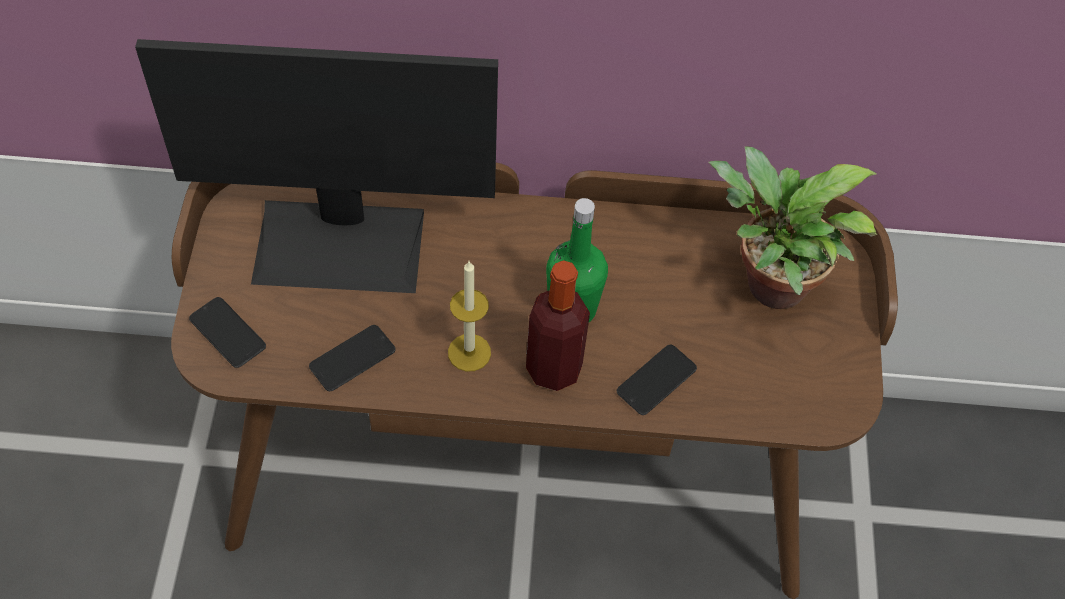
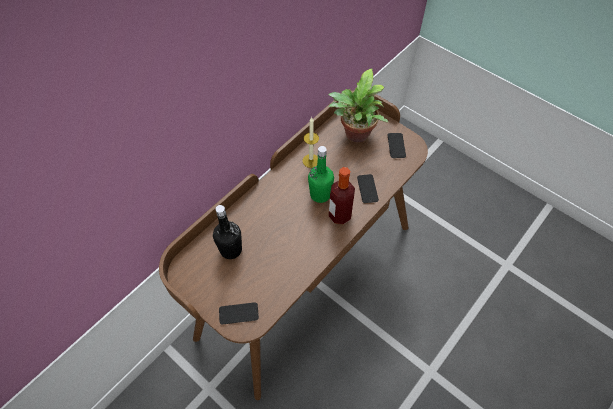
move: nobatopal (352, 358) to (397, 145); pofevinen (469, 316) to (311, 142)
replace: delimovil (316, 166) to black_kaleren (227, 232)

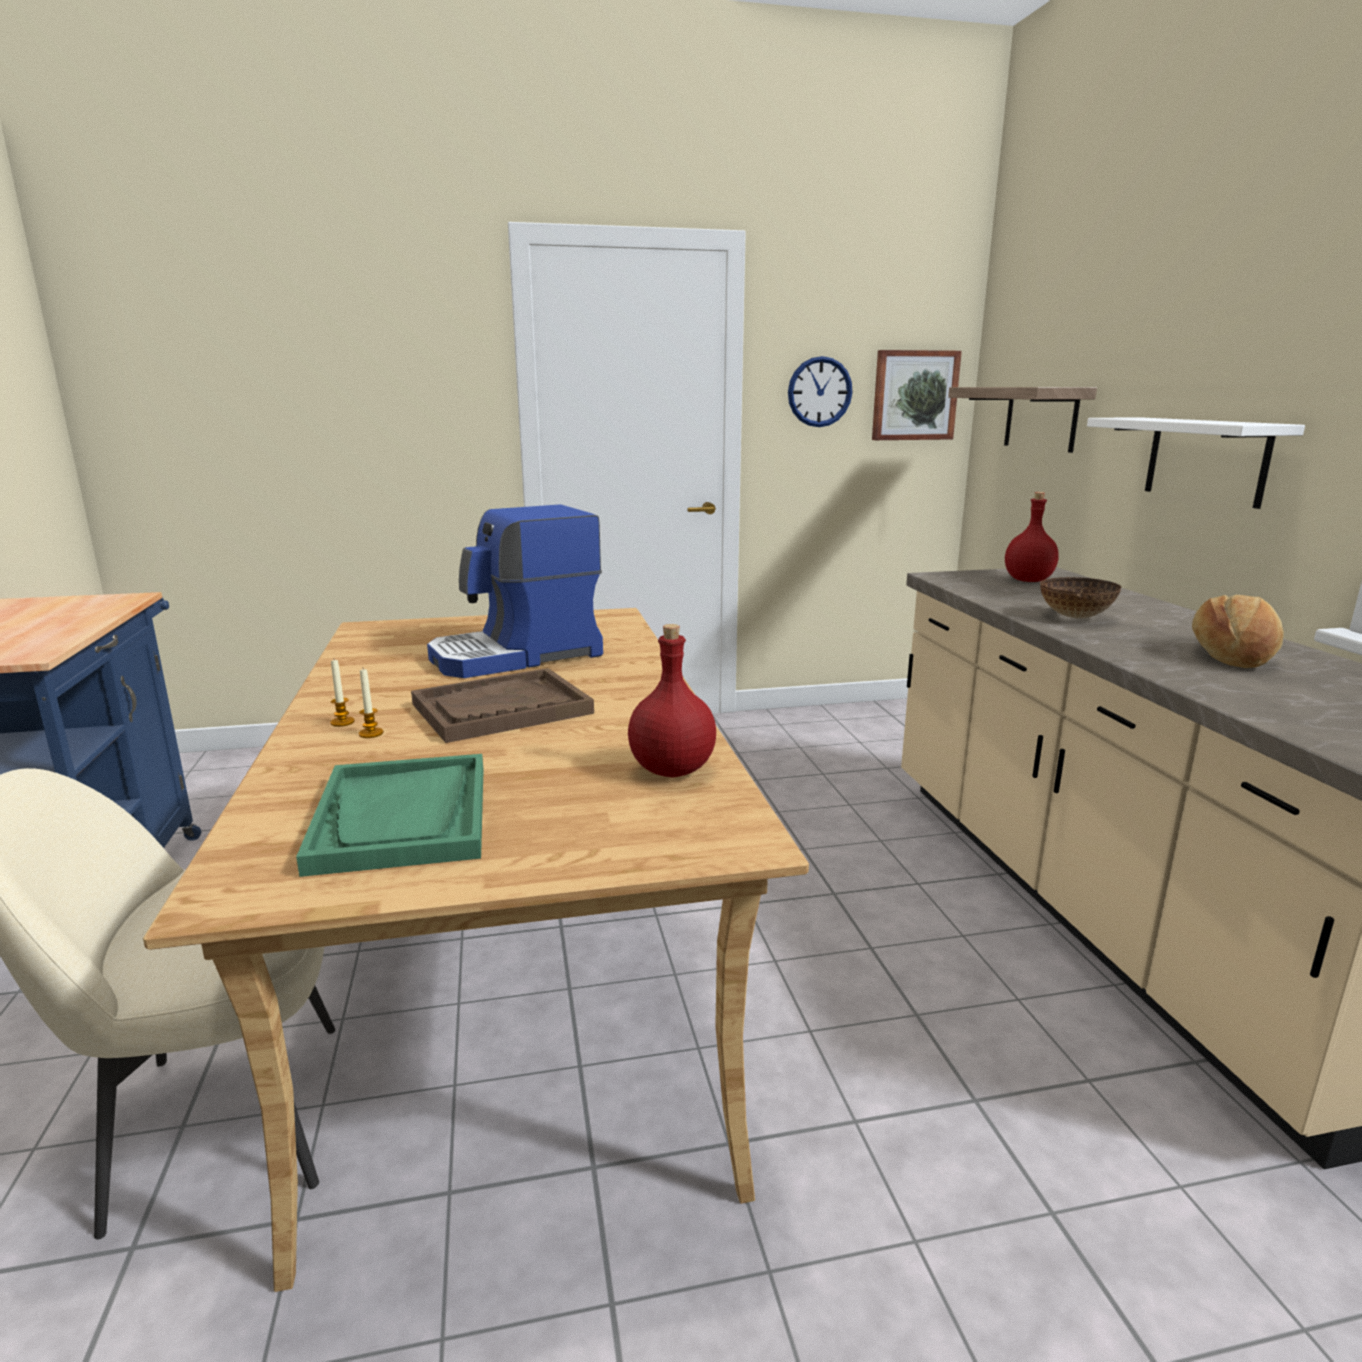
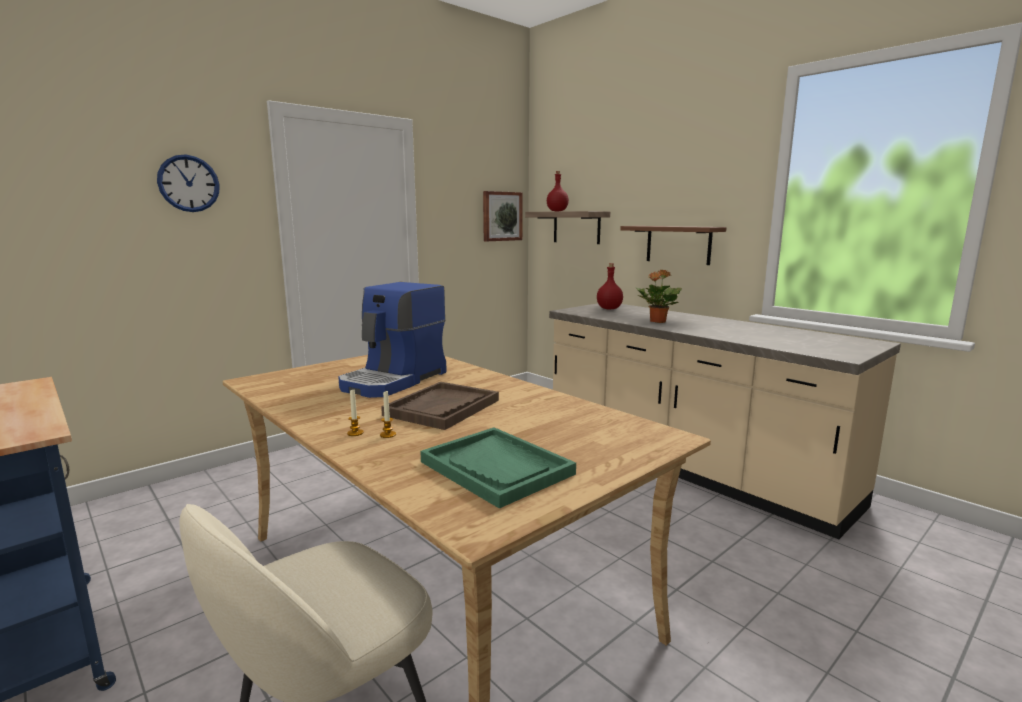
delete: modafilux (1238, 631)
move: red_kaleren (672, 700) to (558, 191); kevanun (820, 391) to (188, 183)
replace: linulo (1080, 597) to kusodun (659, 296)
recolor: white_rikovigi (1196, 463) to brown_rikovigi (673, 245)

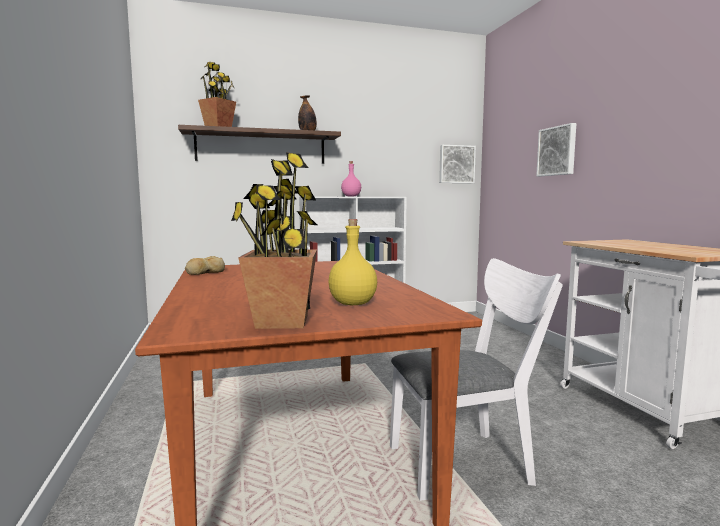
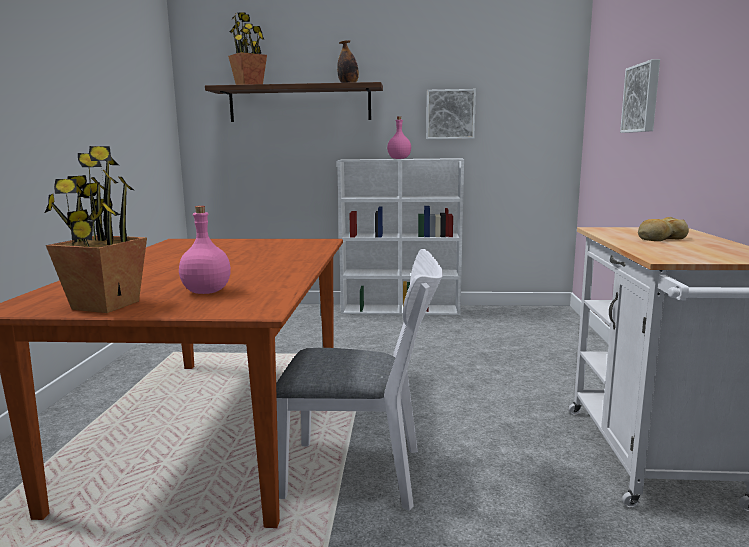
move: modafilux (205, 265) to (663, 229); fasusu (457, 164) to (451, 114)
recolor: yellow_kaleren (353, 262) to pink_kaleren (205, 250)

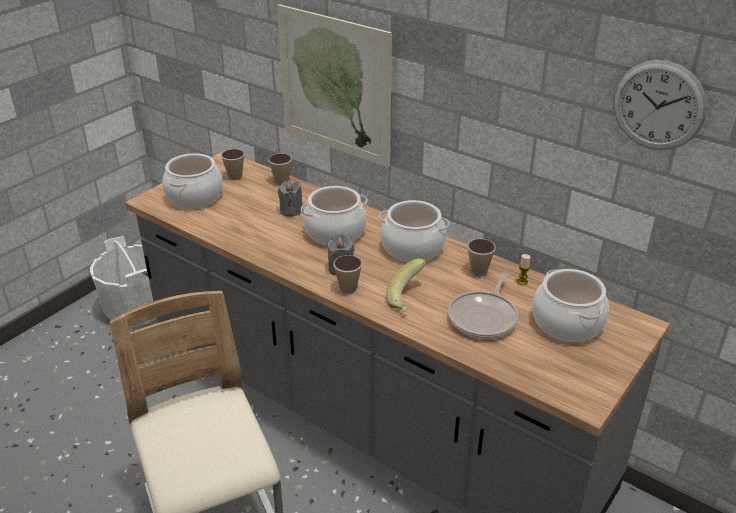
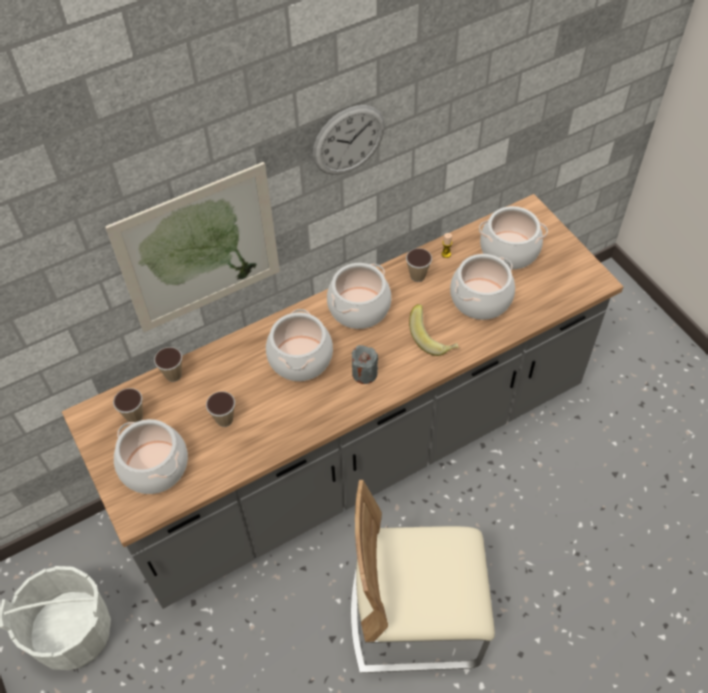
delete: grey_pofevinen (290, 199)
move: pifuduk (347, 274) to (220, 409); kevanun (660, 105) to (349, 140)
replace: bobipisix (483, 306) to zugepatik (482, 287)

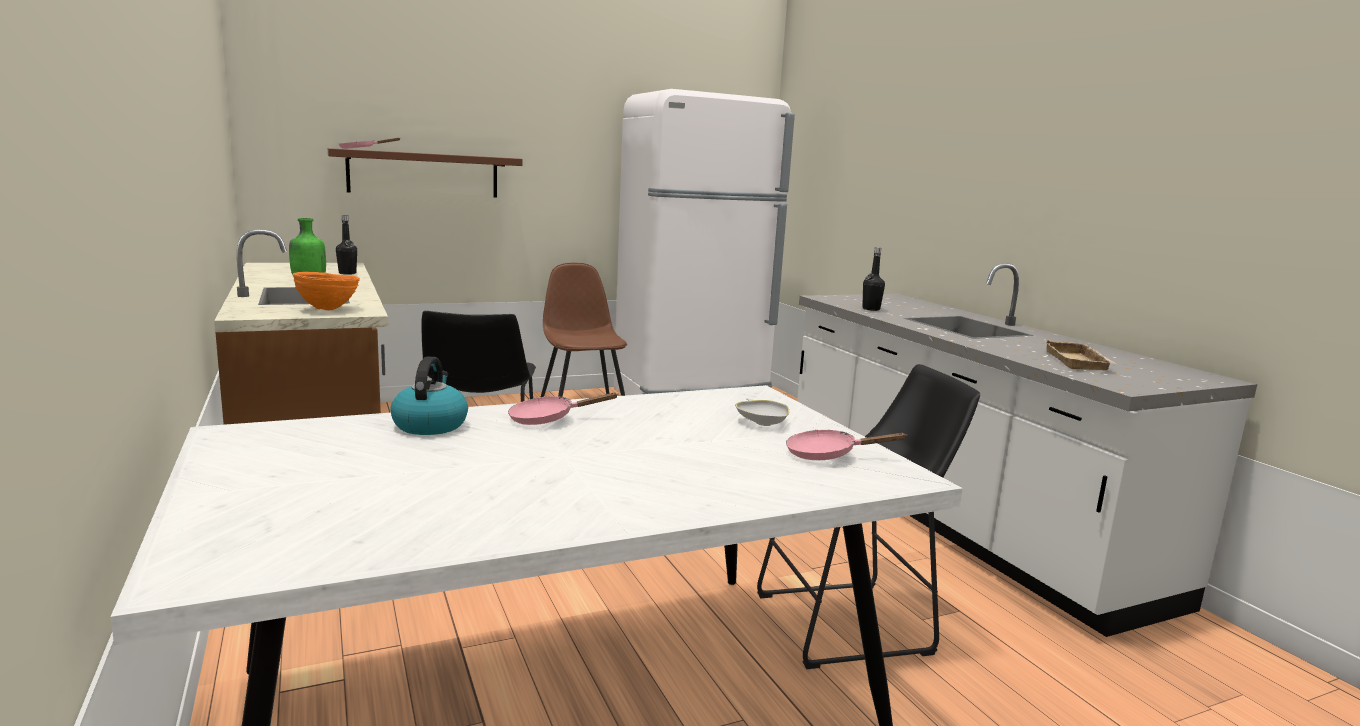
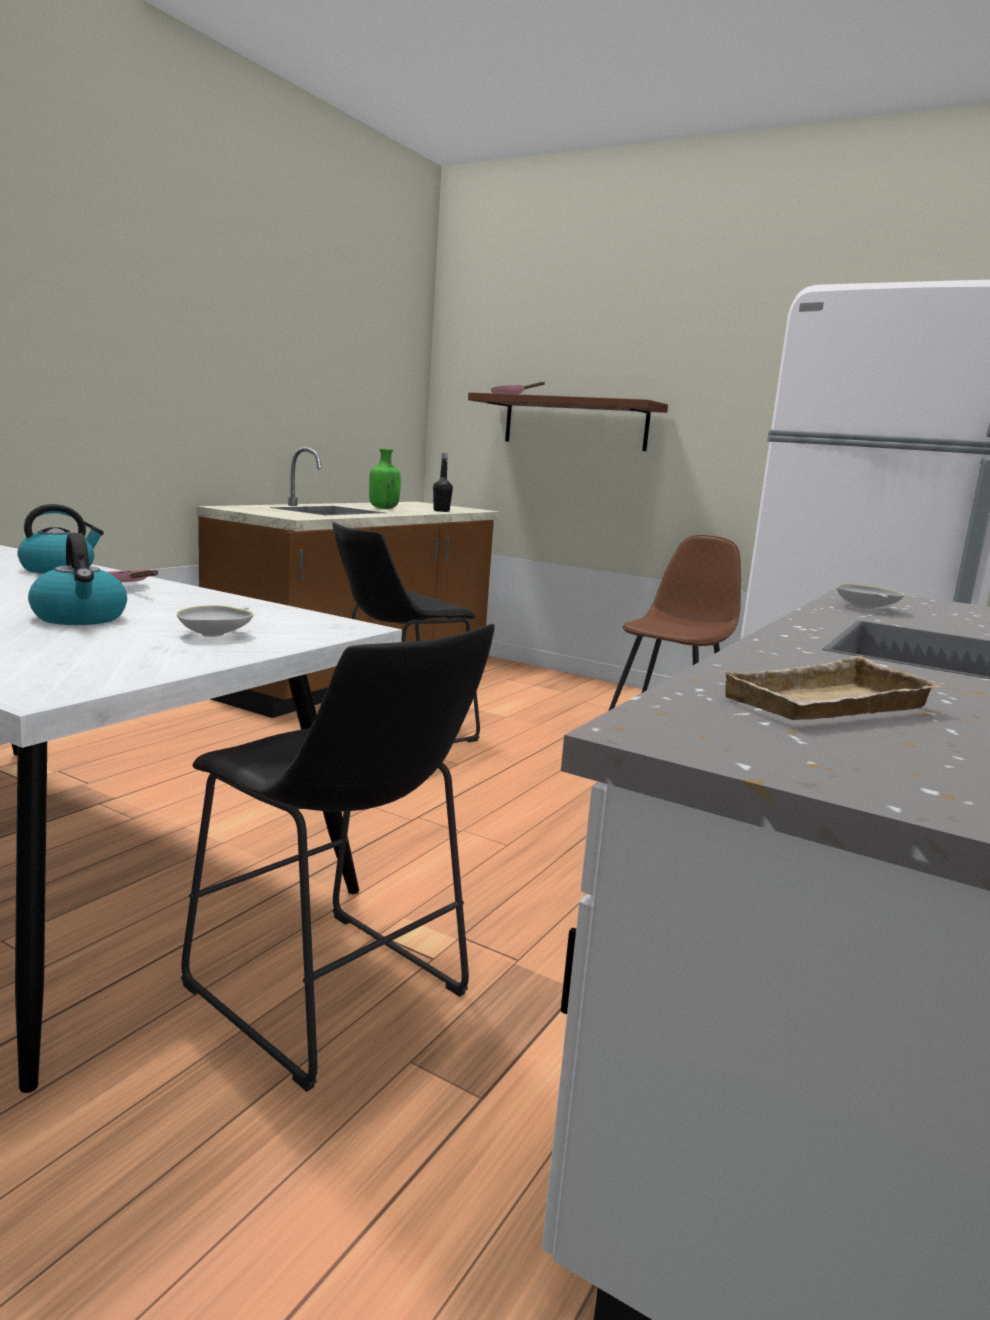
delete: orange_linulo (326, 291); pink_bobipisix (847, 445)
insert: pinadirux (77, 579)
replace: black_kaleren (873, 279) to white_linulo (870, 596)

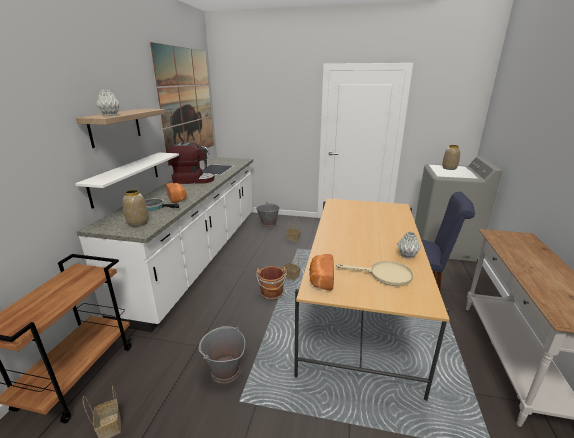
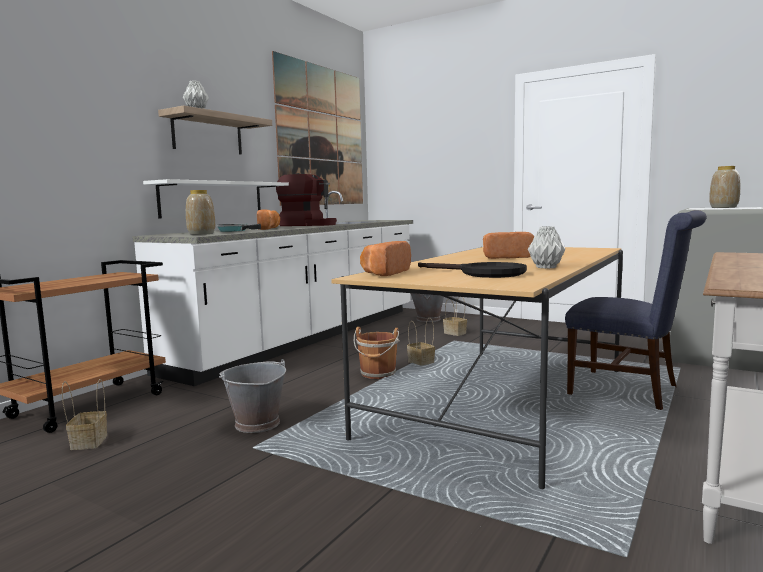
insert: modafilux (508, 245)
recolor: beige_bobipisix (374, 273) to black_bobipisix (472, 270)

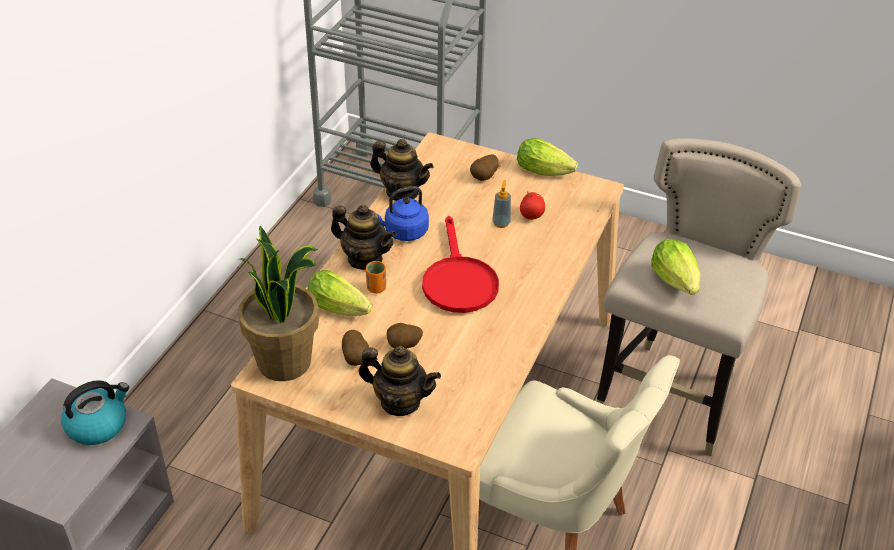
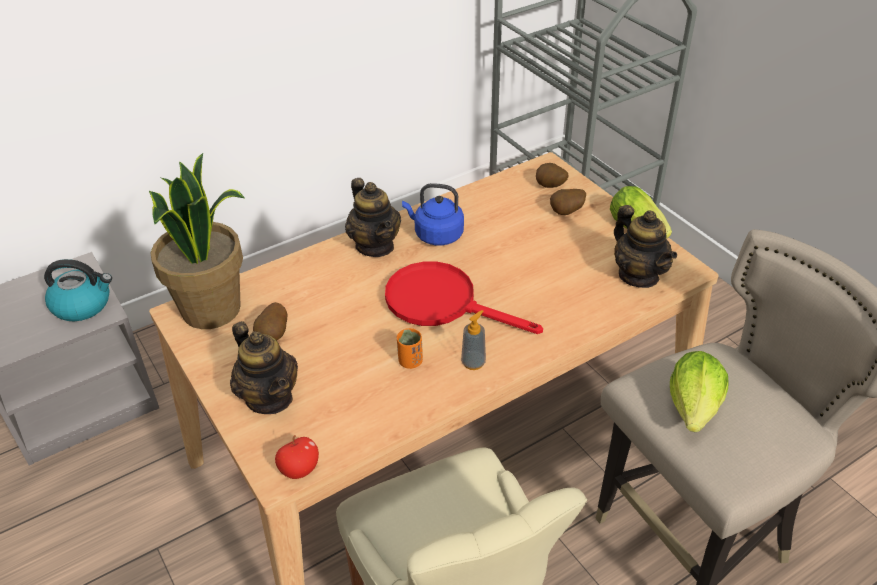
delete: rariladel (339, 293)
move: orange_pifuduk (376, 277) to (410, 348); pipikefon (401, 170) to (645, 246); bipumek (405, 336) to (552, 175); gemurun (501, 204) to (473, 340); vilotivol (532, 205) to (297, 457)
rotate: red_bobipisix (460, 264) = (464, 297) 90 degrees clockwise

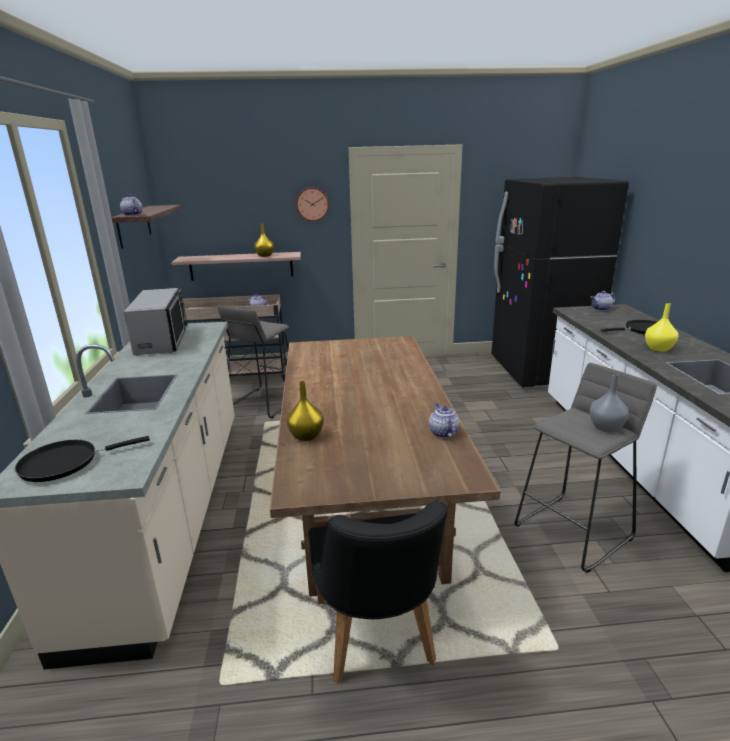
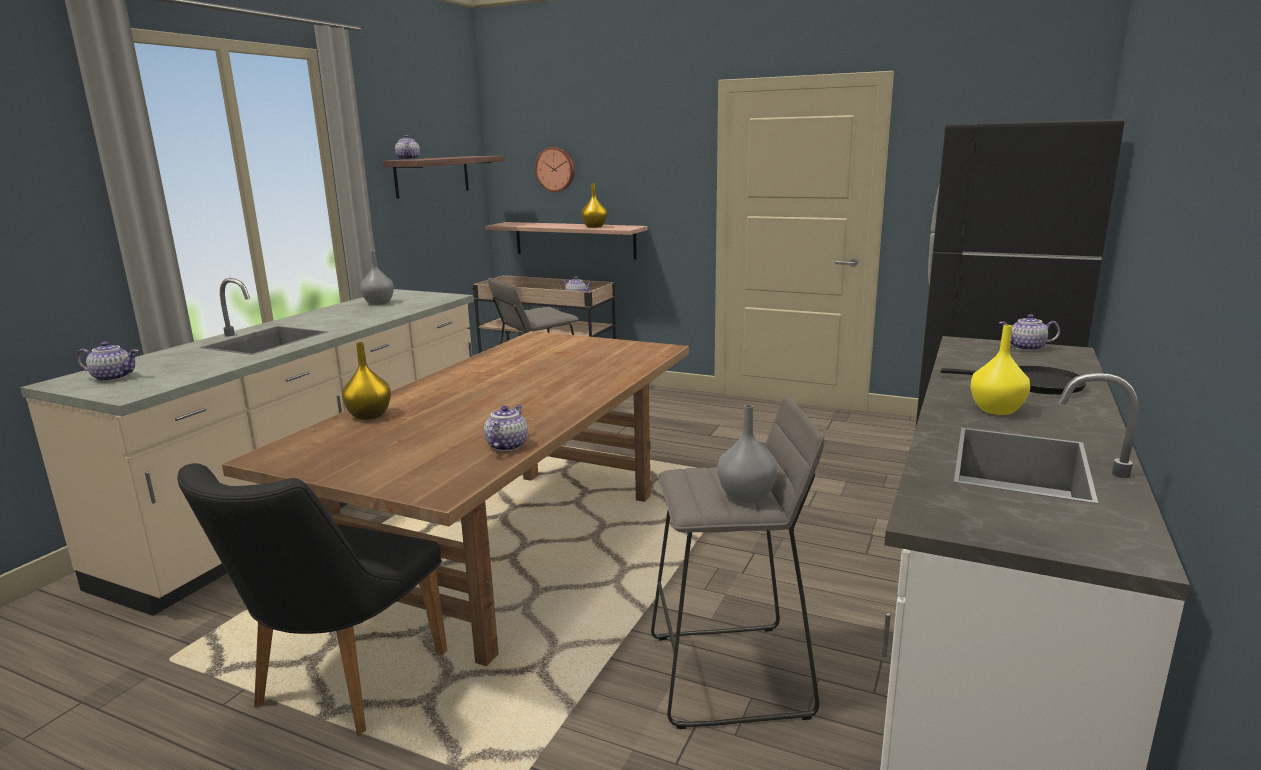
move: kevanun (312, 204) to (555, 169)
replace: black_bobipisix (82, 459) to pipikefon (107, 361); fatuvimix (155, 321) to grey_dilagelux (377, 278)

